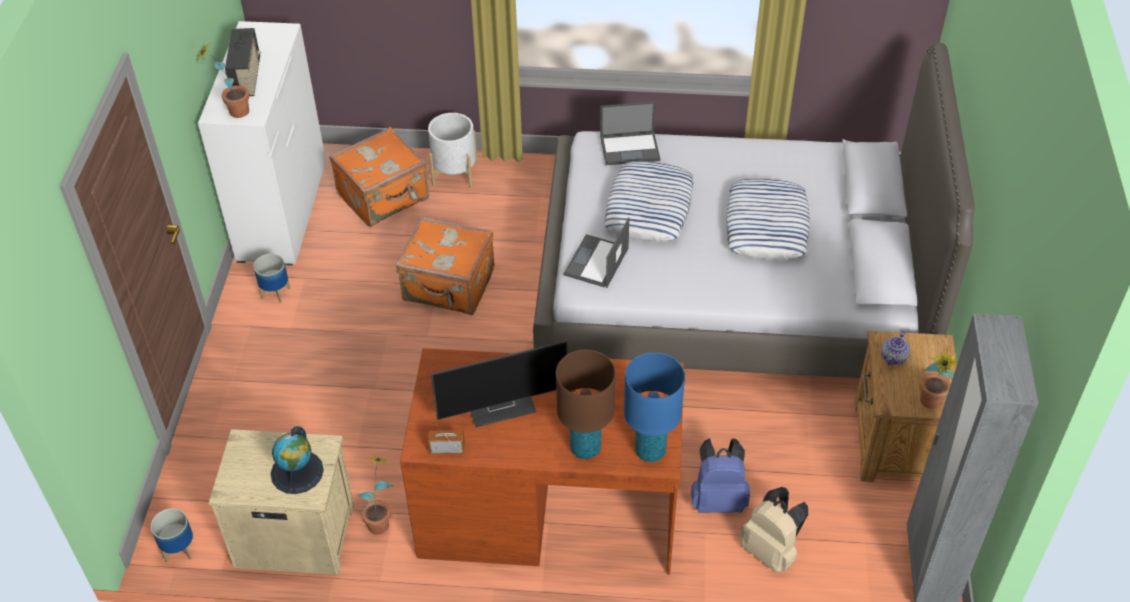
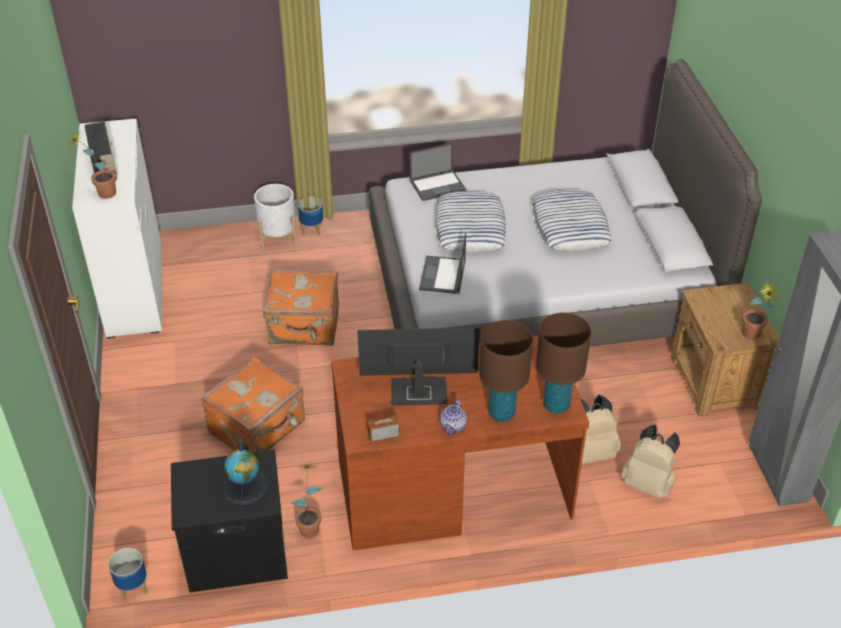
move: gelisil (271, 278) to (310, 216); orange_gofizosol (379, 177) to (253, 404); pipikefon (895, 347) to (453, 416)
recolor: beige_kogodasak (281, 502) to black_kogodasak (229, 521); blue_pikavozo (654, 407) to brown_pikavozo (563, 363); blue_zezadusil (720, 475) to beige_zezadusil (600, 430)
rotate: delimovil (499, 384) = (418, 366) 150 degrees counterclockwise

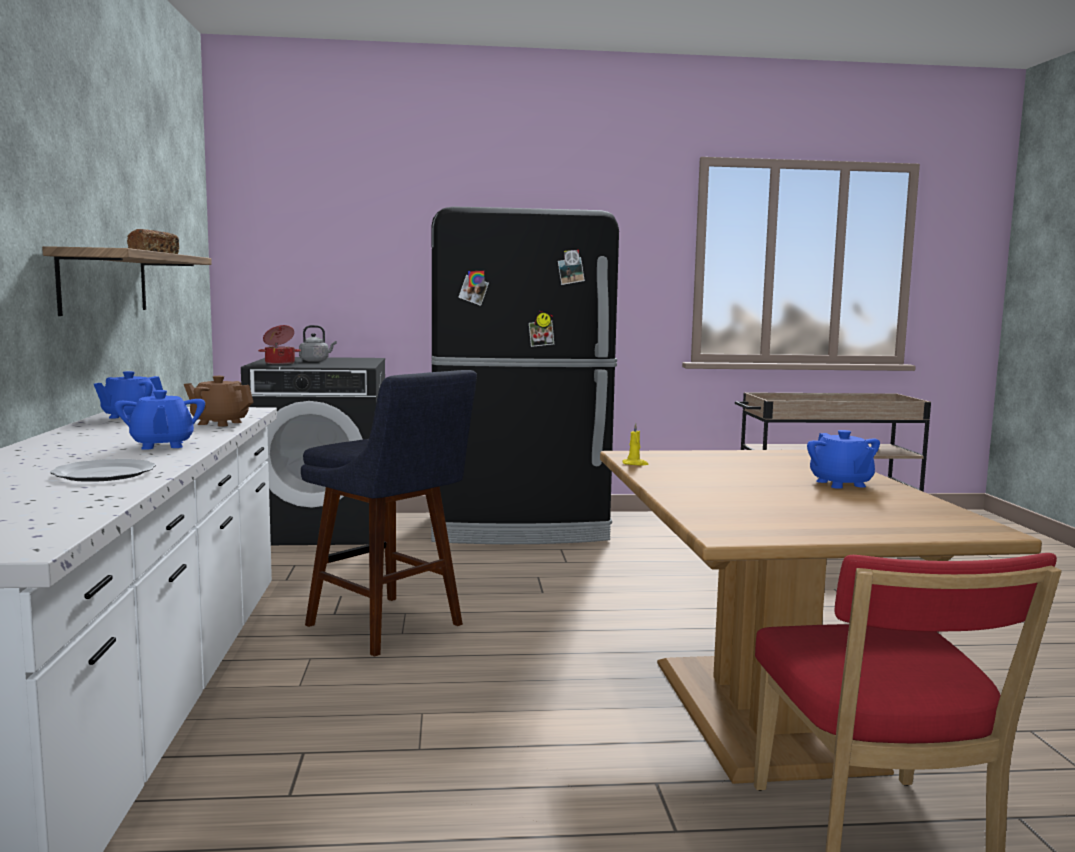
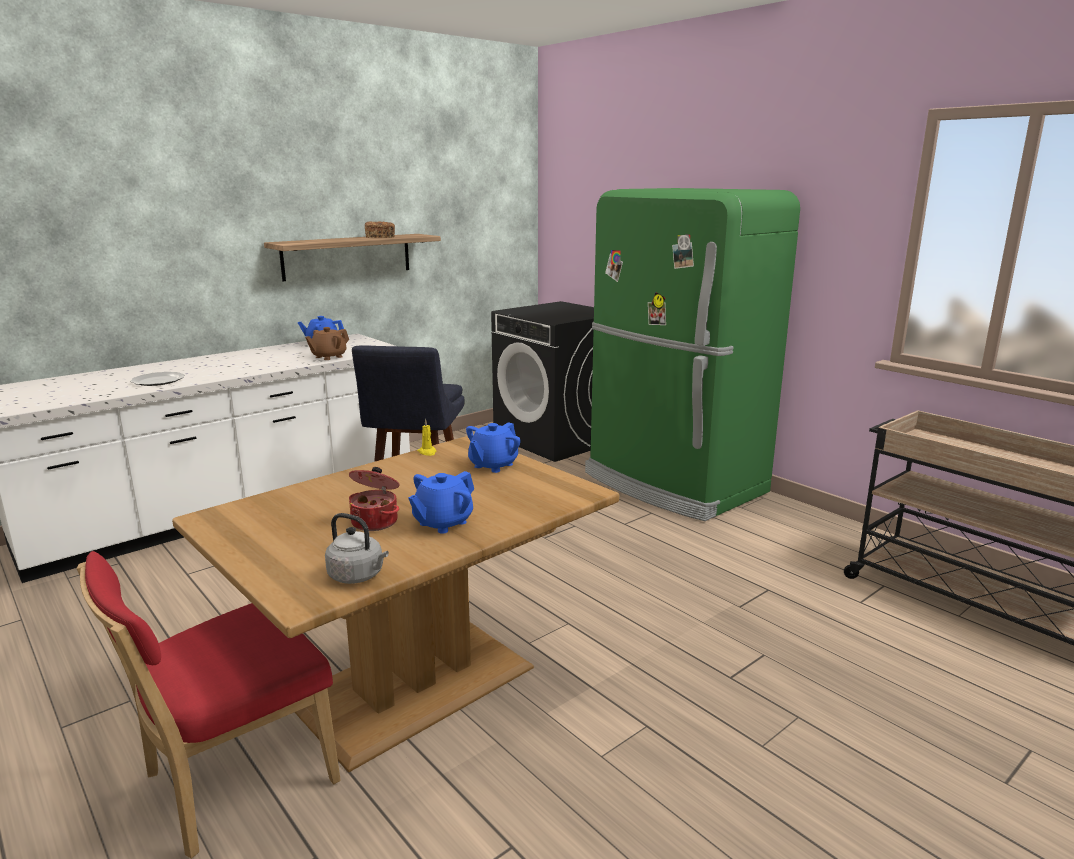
move: blue_pipikefon (159, 420) to (493, 447); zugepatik (279, 345) to (374, 499); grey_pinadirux (318, 343) to (357, 548)
recolor: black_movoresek (525, 375) to green_movoresek (692, 354)
rotate: brown_pipikefon (218, 401) = (327, 343) 120 degrees counterclockwise

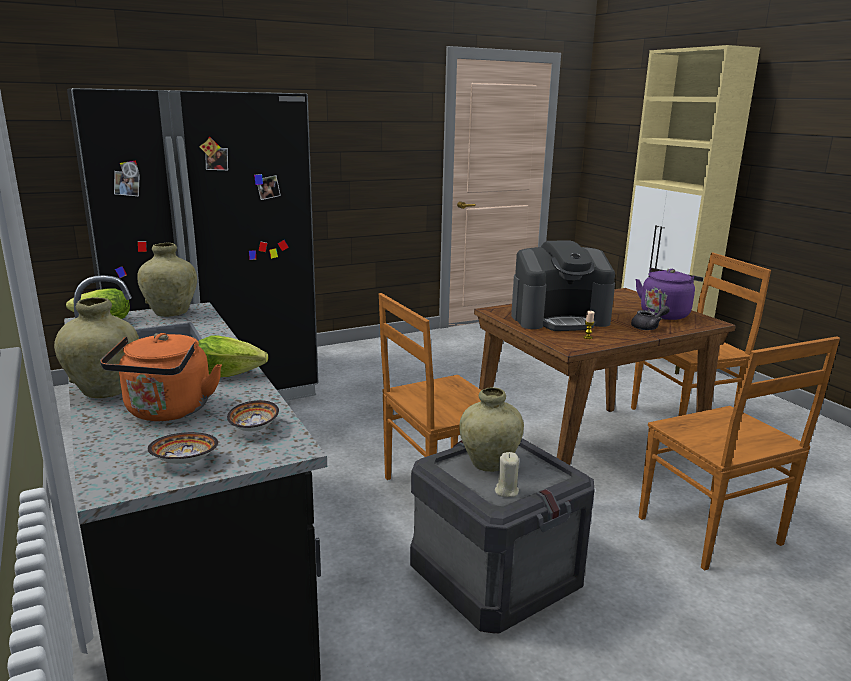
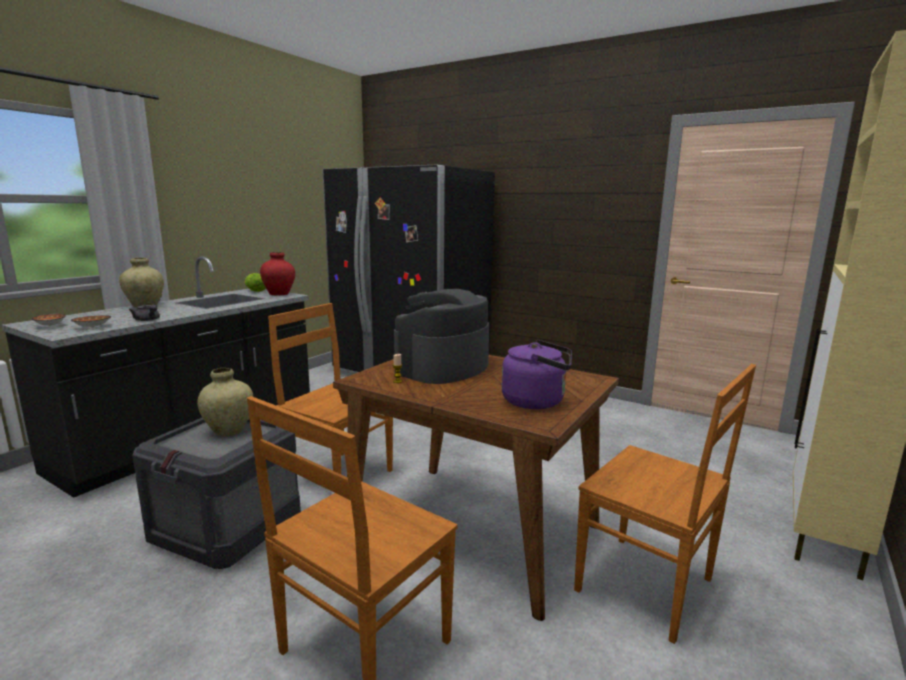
delete: orange_pinadirux (161, 377); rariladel (233, 356); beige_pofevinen (507, 474)
move: grey_pipikefon (650, 318) to (144, 312)
recolor: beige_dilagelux (167, 280) to red_dilagelux (277, 273)
rotate: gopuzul (563, 285) = (441, 336) 75 degrees clockwise

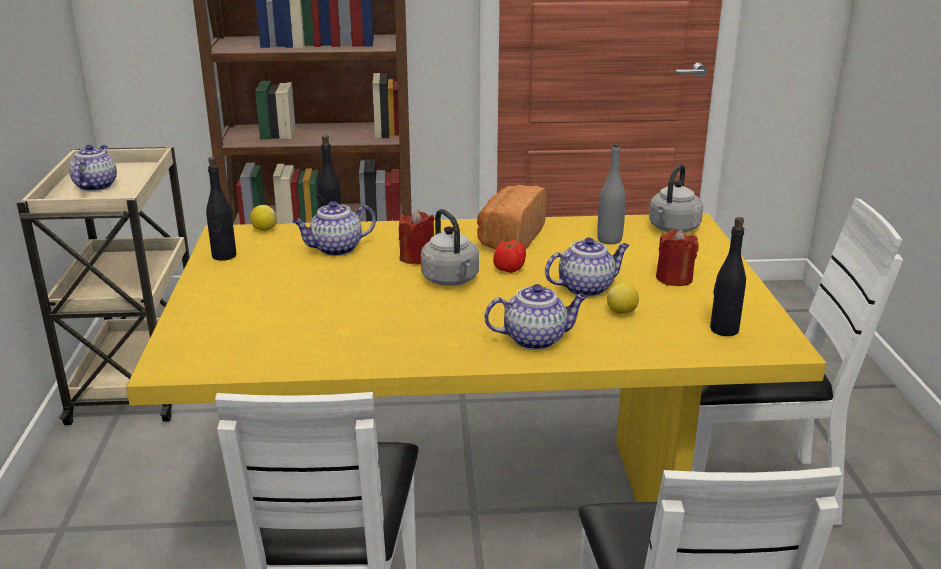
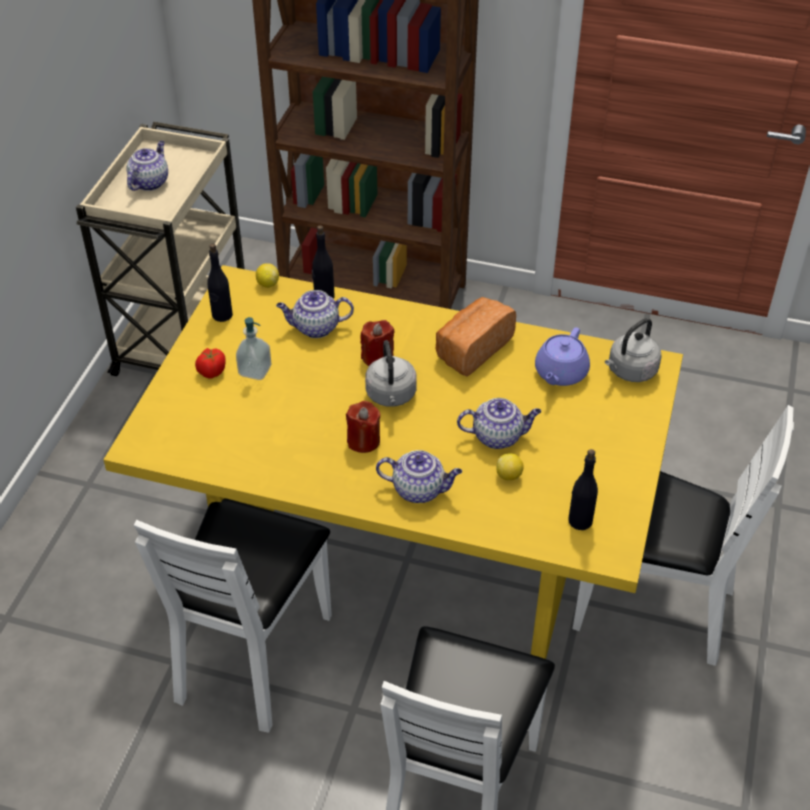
insert: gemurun (253, 348)
move: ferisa (509, 256) to (210, 363); red_pofevinen (677, 257) to (363, 427)
replace: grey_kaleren (611, 194) to purple_pipikefon (562, 356)

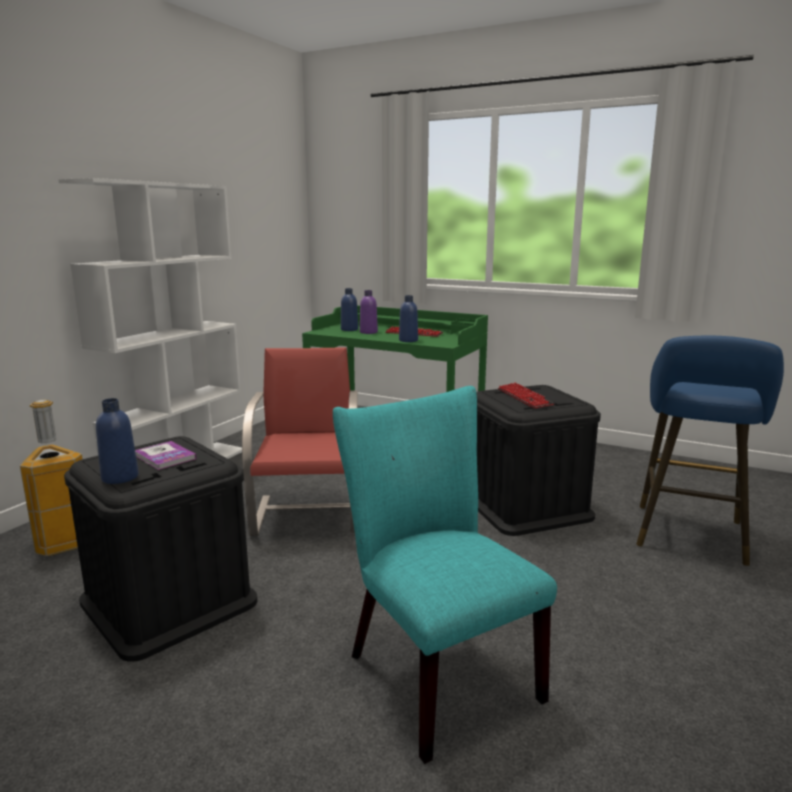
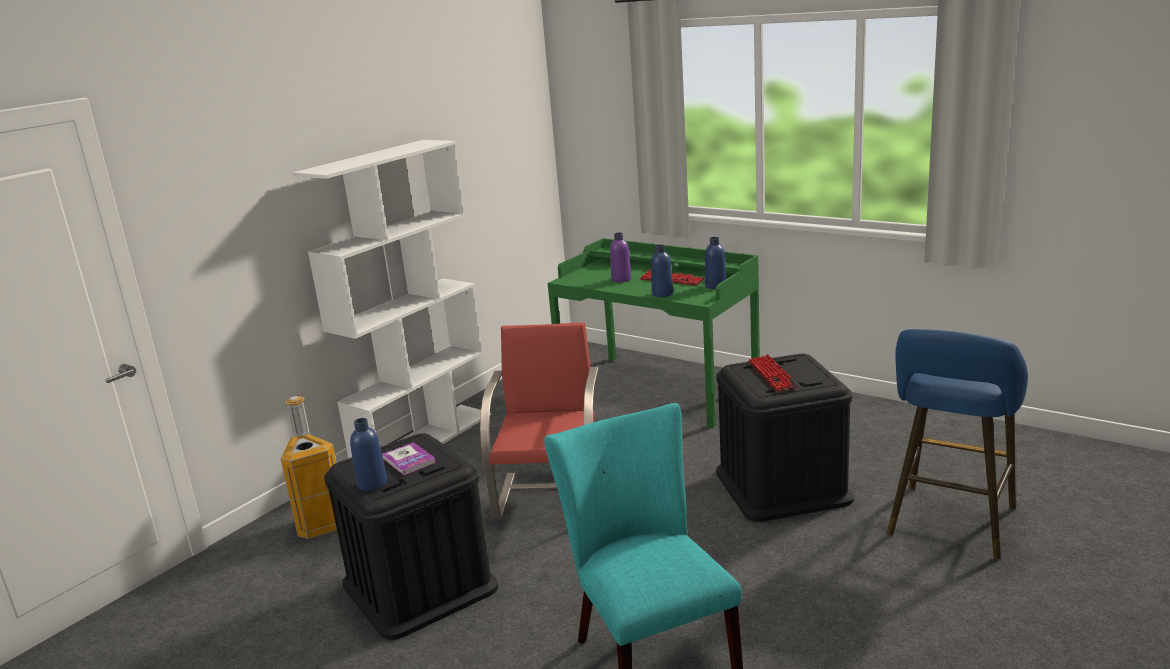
move: blue_kaleren (349, 309) to (715, 263)

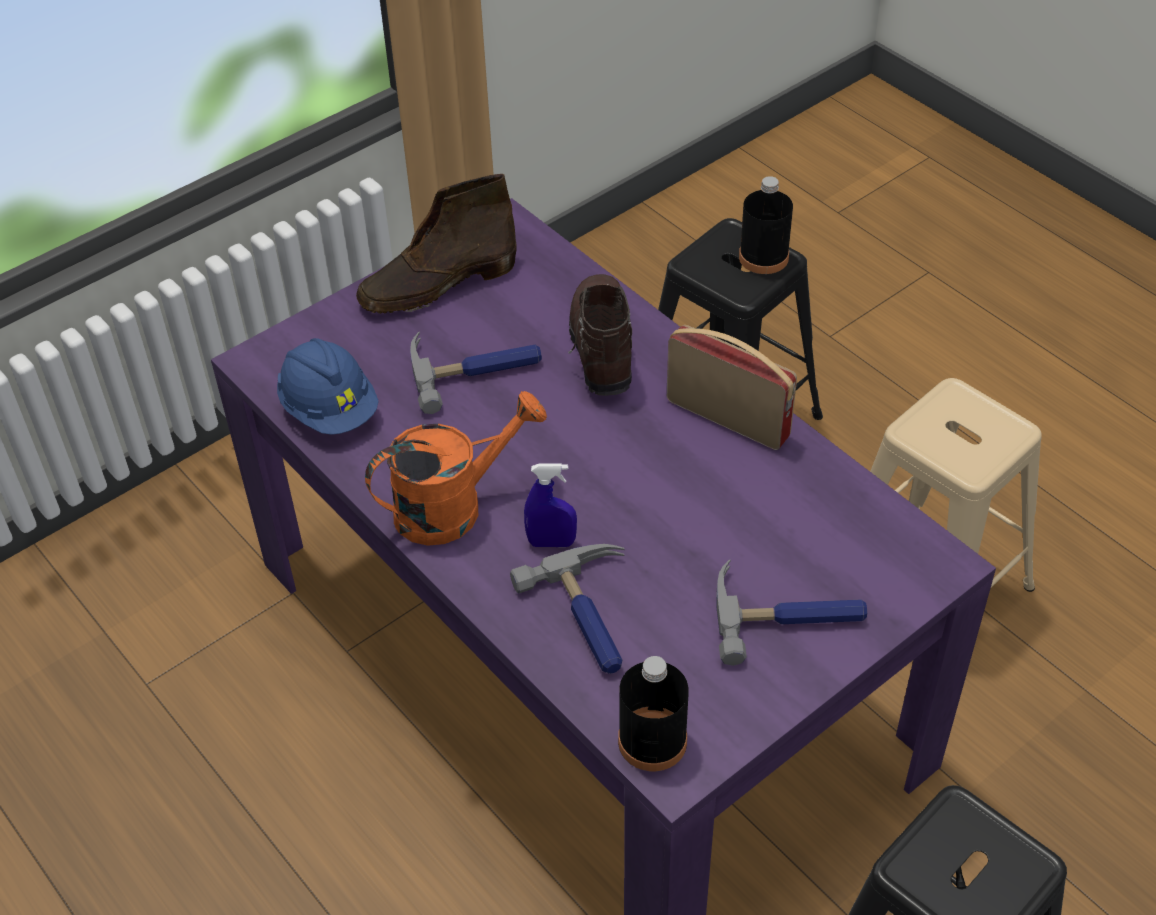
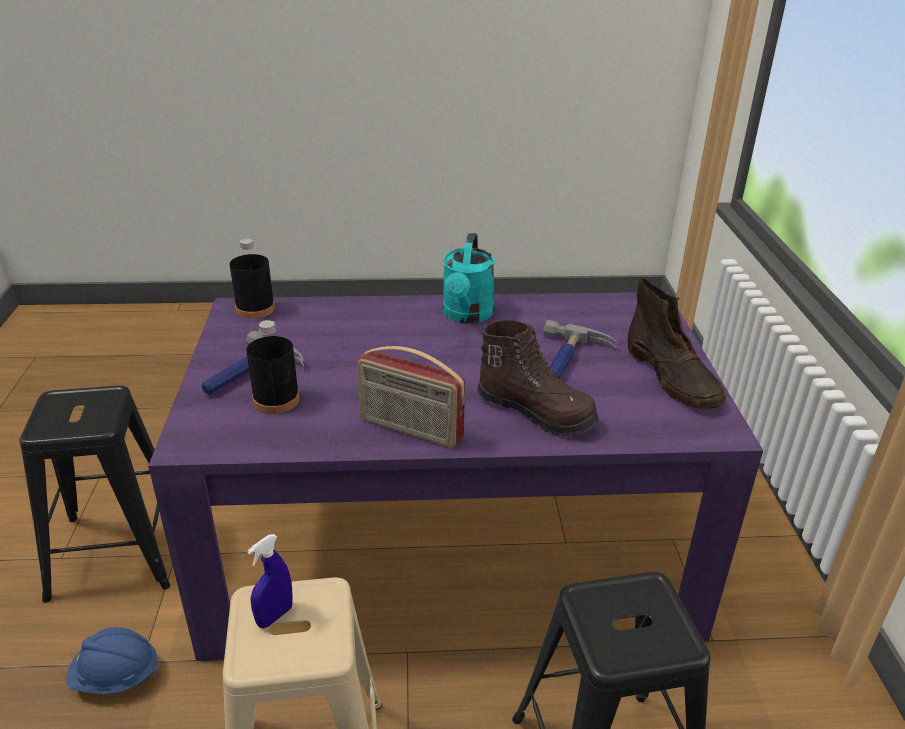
delete: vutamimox (567, 609)
move: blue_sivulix (328, 386) to (113, 660); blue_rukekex (550, 505) to (270, 581); black_kaleren (766, 225) to (273, 367)
recolor: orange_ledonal (456, 468) to turquoise_ledonal (469, 278)
rotate: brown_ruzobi (436, 244) = (677, 344) 150 degrees clockwise; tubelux (732, 387) = (411, 397) 45 degrees clockwise

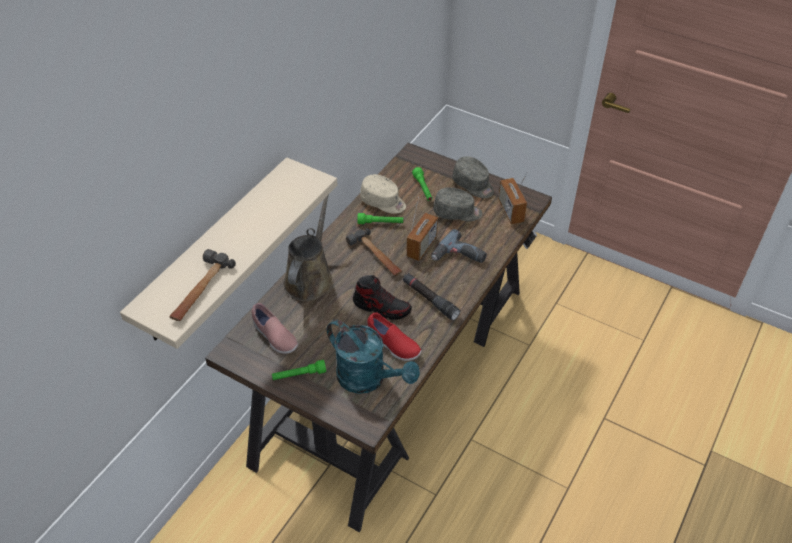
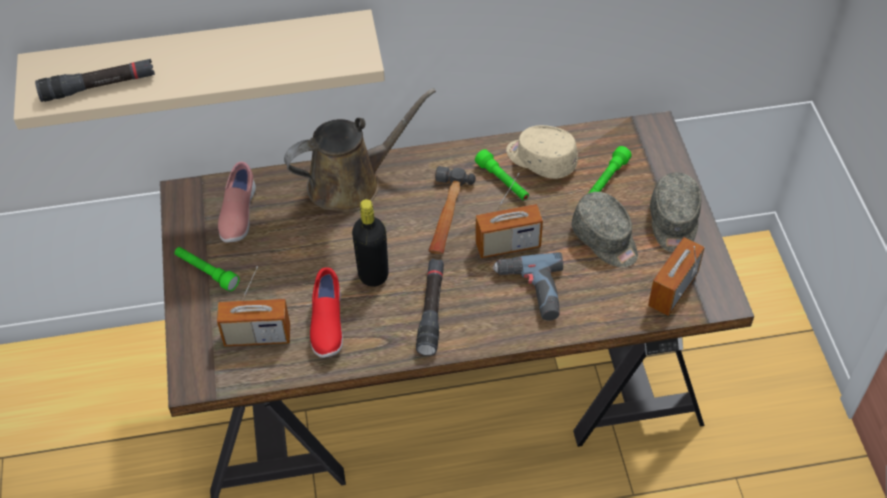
replace: vutamimox (202, 285) to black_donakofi (95, 80); turquoise_ledonal (373, 356) to tubelux (253, 306); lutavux (382, 297) to black_kaleren (370, 243)
rotate: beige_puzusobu (383, 194) = (542, 152) 135 degrees clockwise

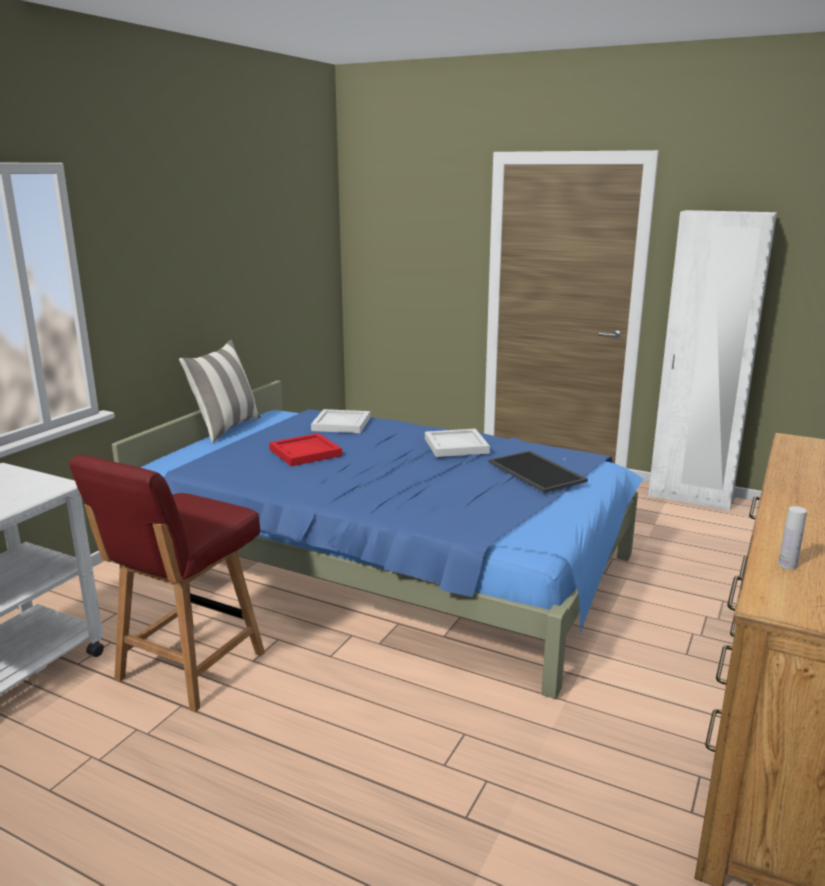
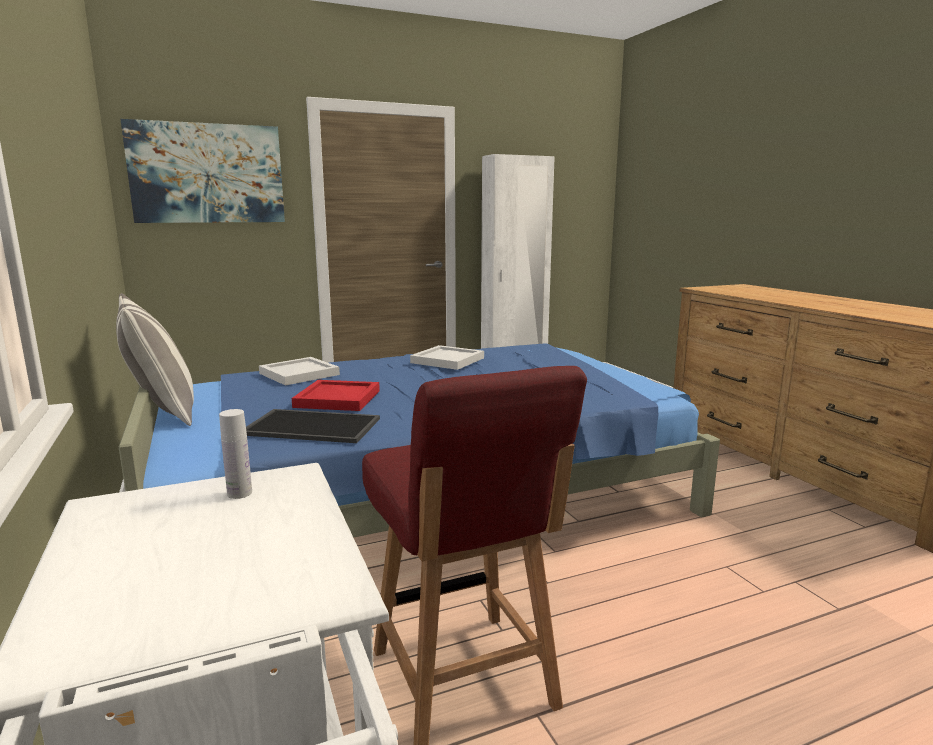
insert: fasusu (202, 171)
move: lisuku (538, 472) to (313, 426); white_kaleren (792, 538) to (235, 454)

